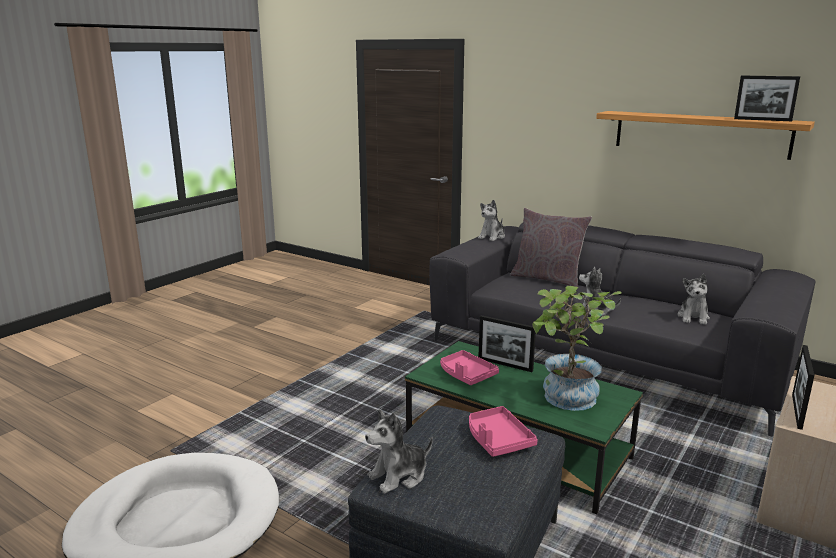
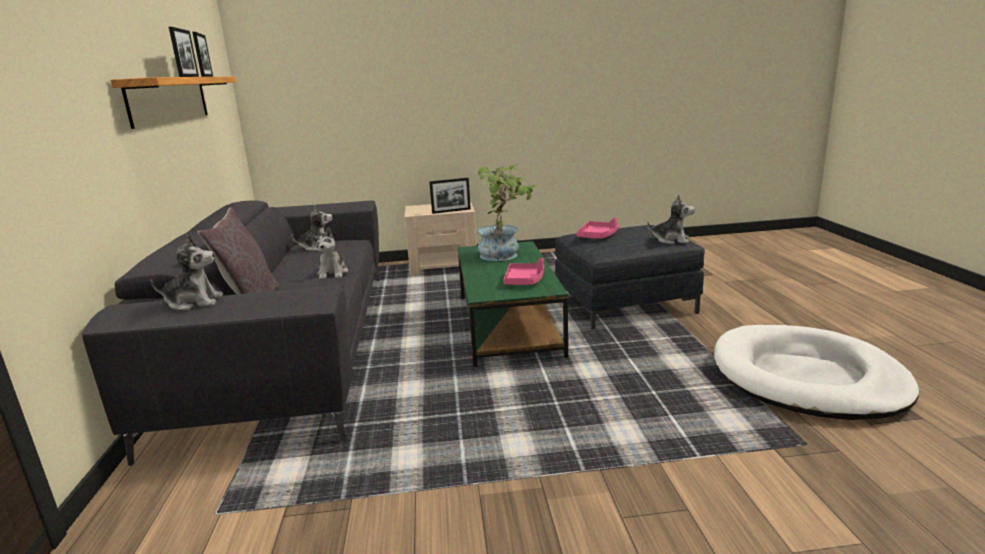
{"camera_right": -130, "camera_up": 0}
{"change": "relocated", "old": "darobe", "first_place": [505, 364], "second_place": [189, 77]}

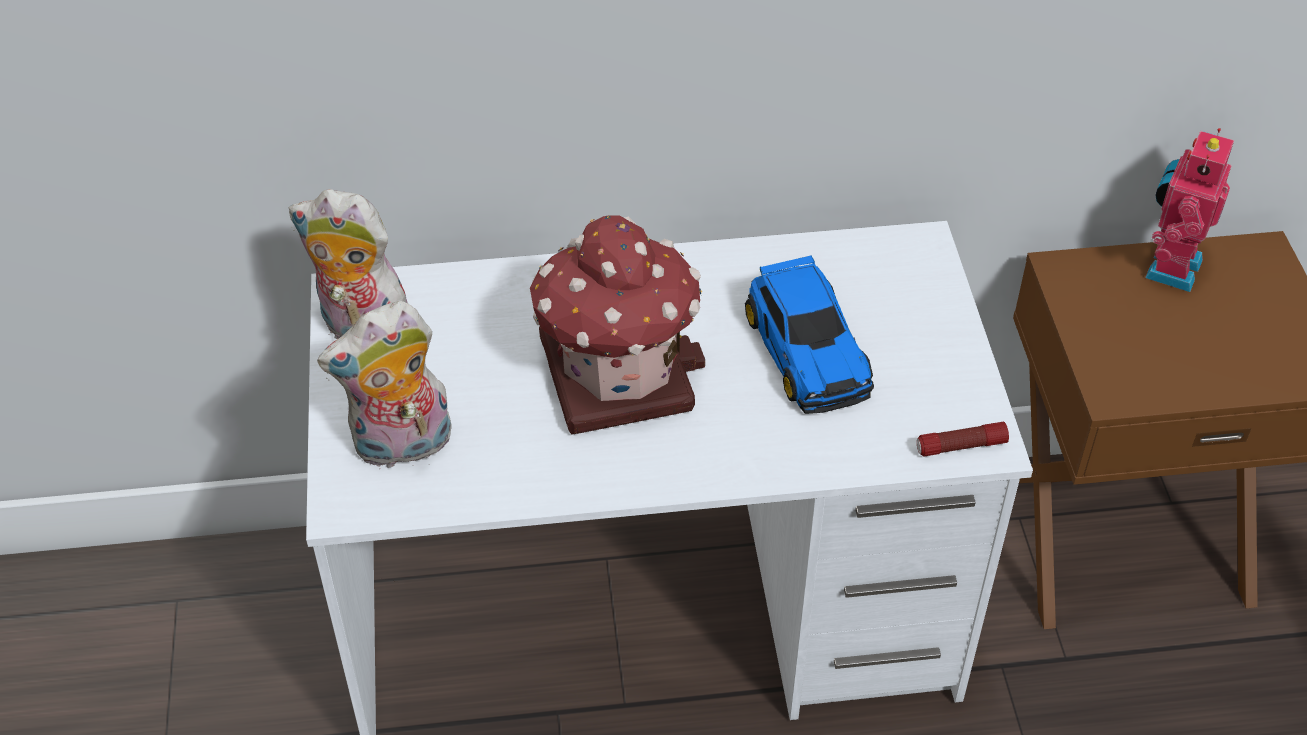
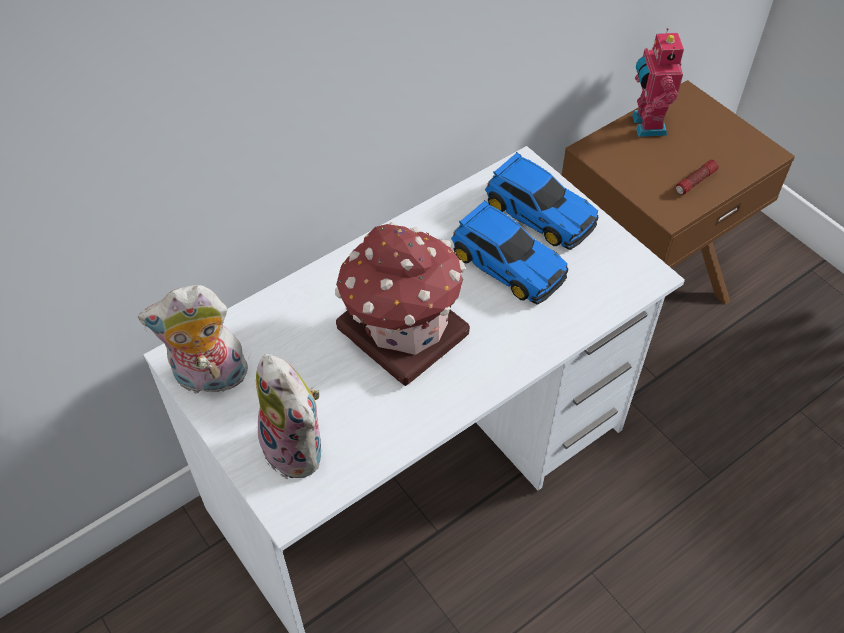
{"camera_right": -30, "camera_up": 5}
{"change": "appeared", "new": "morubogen", "second_place": [538, 212]}
{"change": "relocated", "old": "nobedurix", "first_place": [961, 446], "second_place": [695, 182]}
{"change": "spun", "old": "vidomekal", "first_place": [402, 447], "second_place": [298, 448], "degrees": -75}

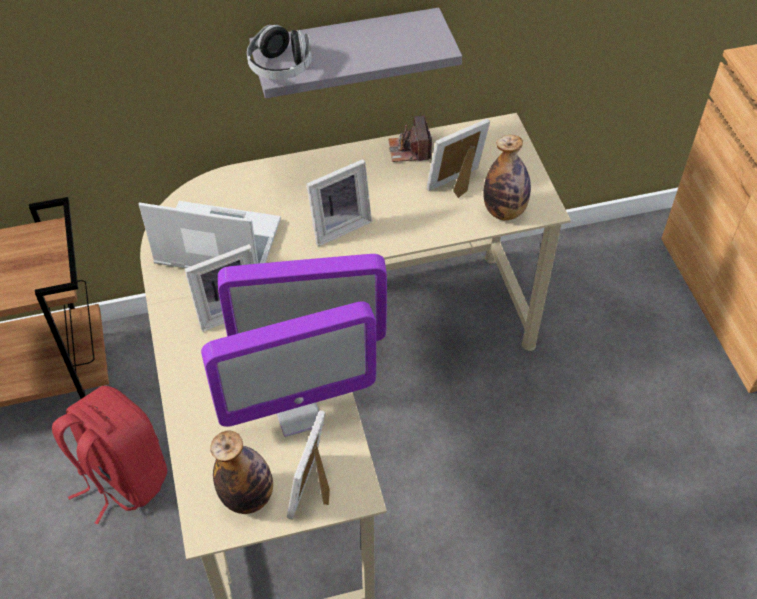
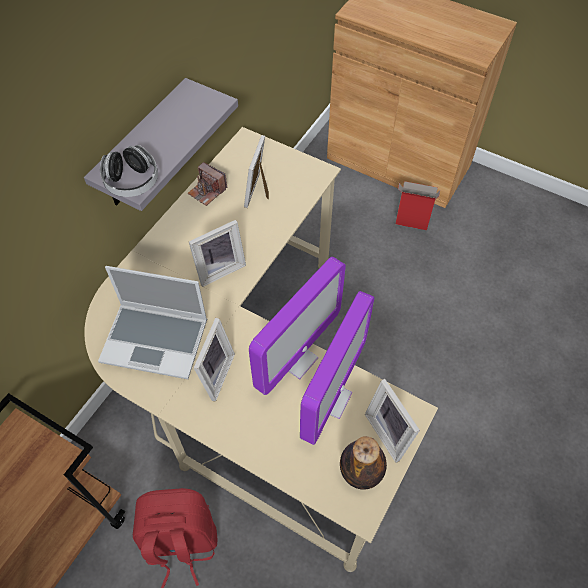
{"camera_right": -45, "camera_up": 5}
{"change": "missing", "old": "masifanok", "first_place": [504, 211]}
{"change": "appeared", "new": "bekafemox", "second_place": [410, 224]}
{"change": "spun", "old": "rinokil", "first_place": [216, 244], "second_place": [156, 340], "degrees": -135}
{"change": "spun", "old": "darobe", "first_place": [338, 225], "second_place": [219, 268], "degrees": 45}

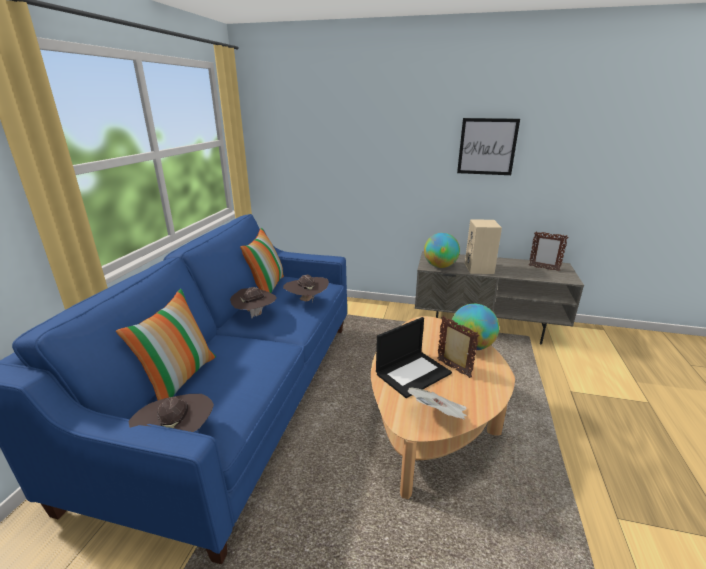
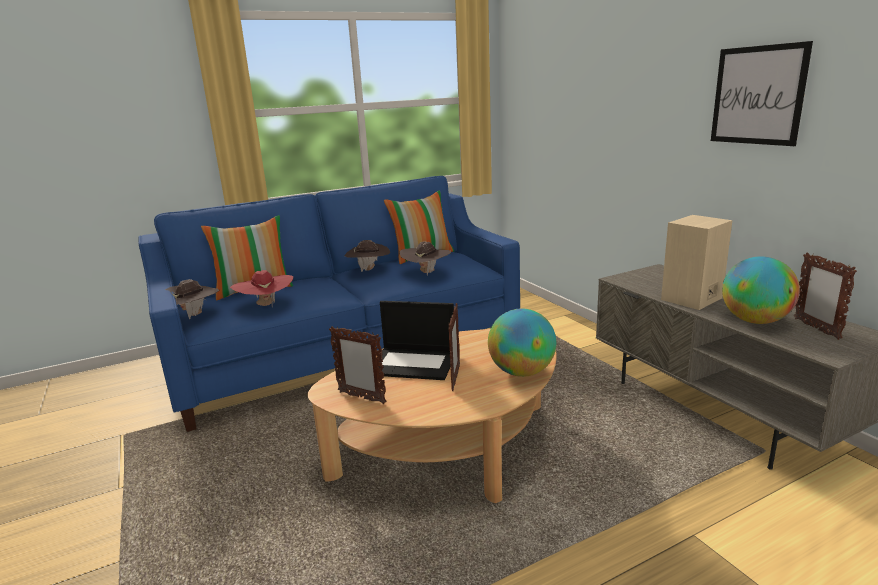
{"camera_right": 50, "camera_up": -5}
{"change": "appeared", "new": "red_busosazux", "second_place": [266, 305]}
{"change": "relocated", "old": "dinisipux", "first_place": [440, 266], "second_place": [755, 321]}
{"change": "exchanged", "old": "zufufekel", "new": "darobe", "first_place": [438, 415], "second_place": [361, 397]}

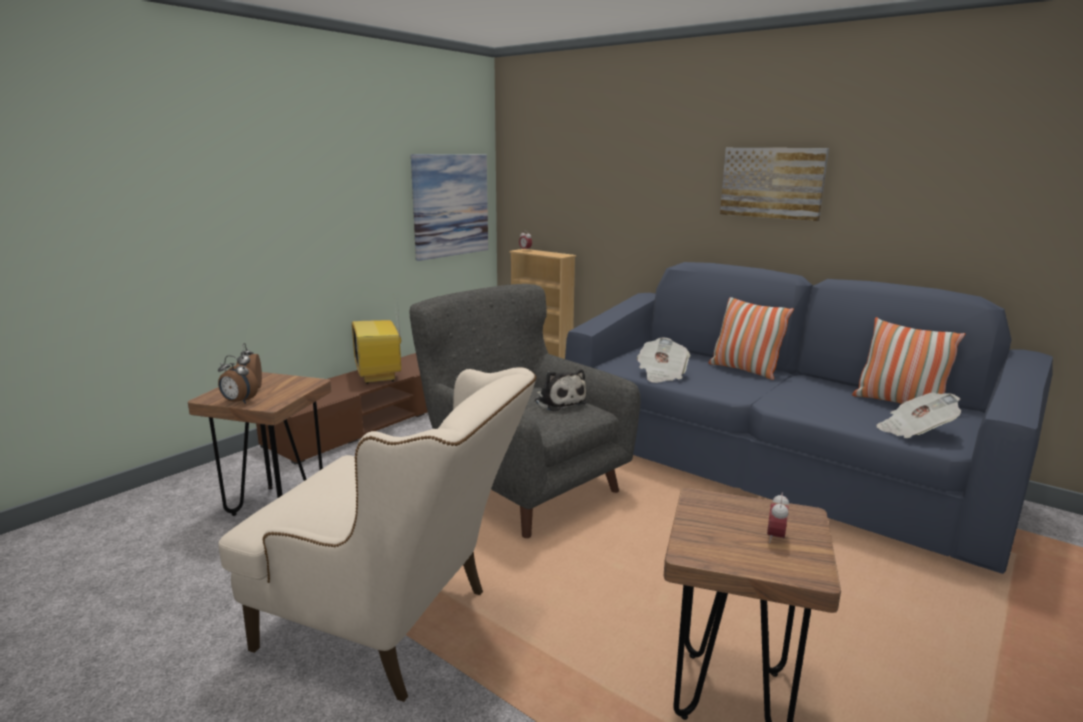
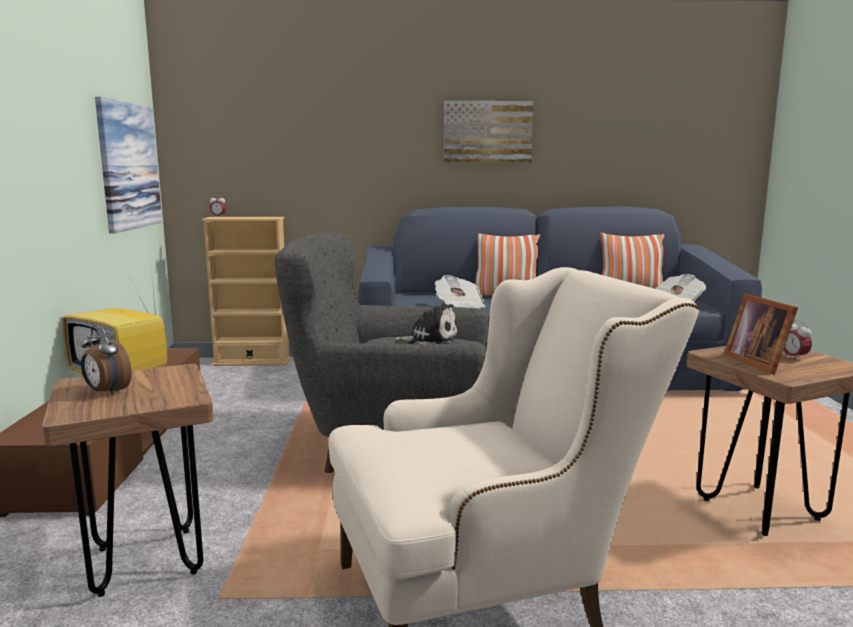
{"camera_right": -40, "camera_up": -5}
{"change": "missing", "old": "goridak", "first_place": [238, 402]}
{"change": "appeared", "new": "darobe", "second_place": [758, 363]}

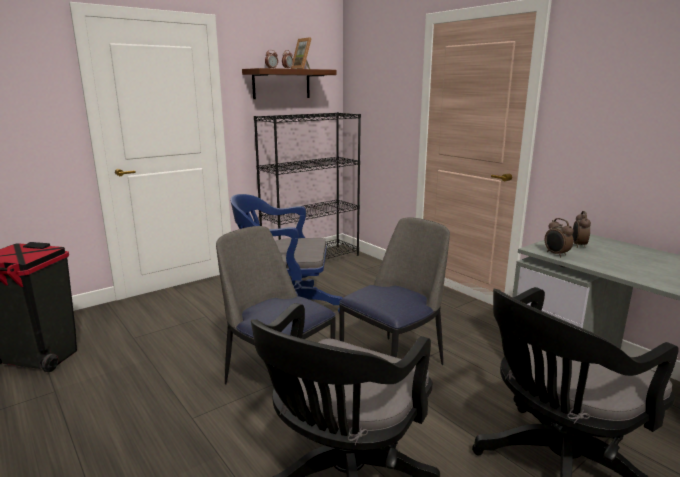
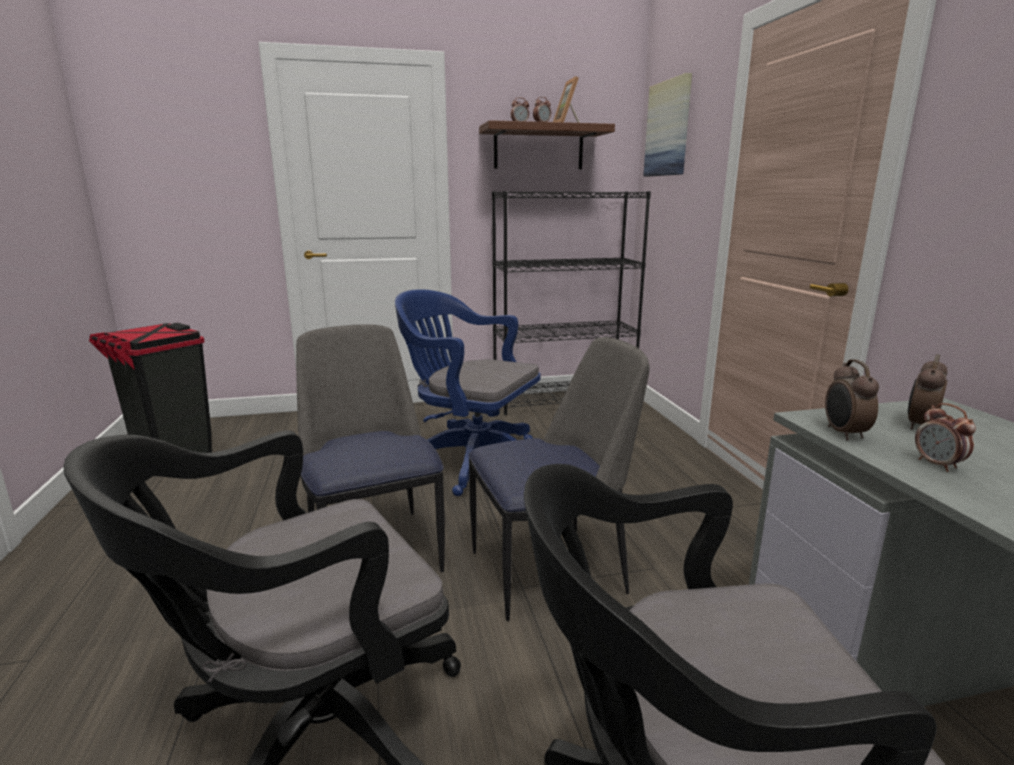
{"camera_right": 25, "camera_up": 0}
{"change": "appeared", "new": "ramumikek", "second_place": [668, 129]}
{"change": "appeared", "new": "goridak", "second_place": [938, 465]}

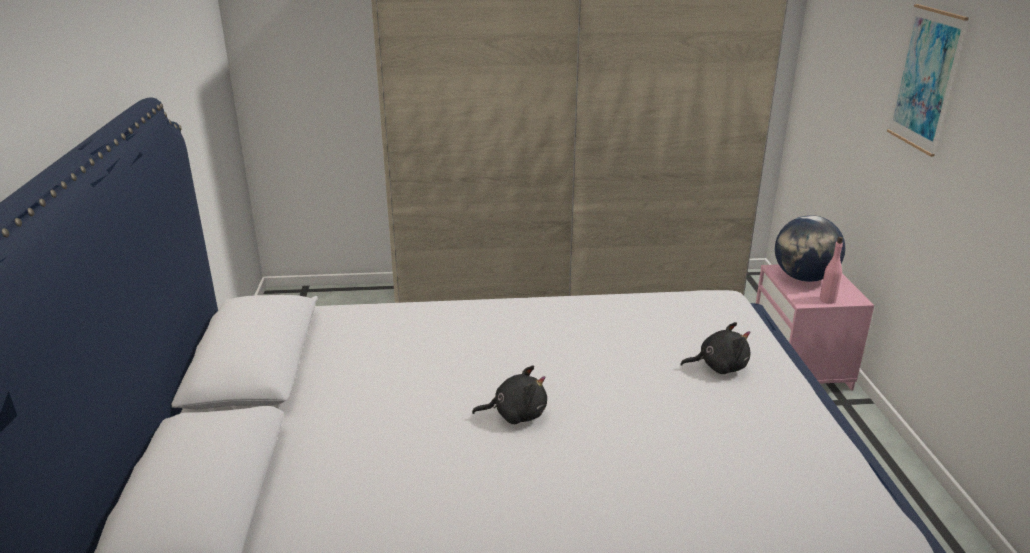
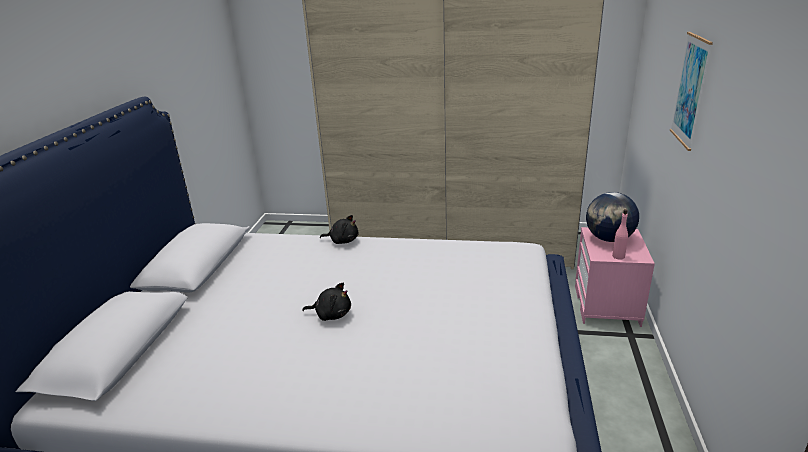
{"camera_right": 15, "camera_up": 0}
{"change": "relocated", "old": "black_vidomekal", "first_place": [719, 366], "second_place": [342, 241]}

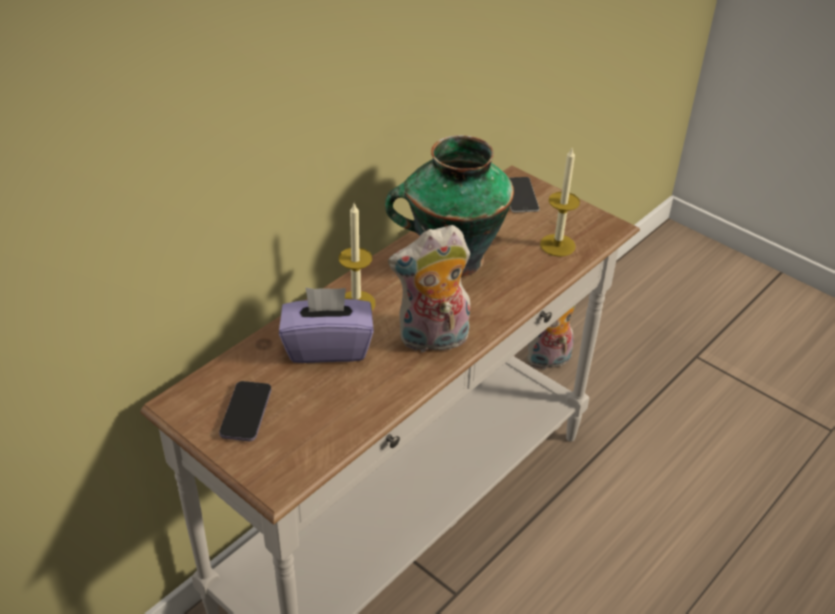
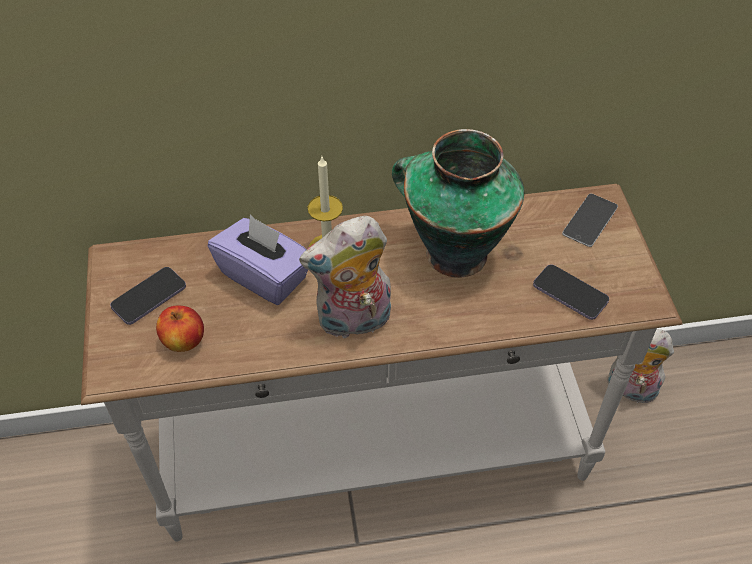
{"camera_right": 40, "camera_up": 10}
{"change": "appeared", "new": "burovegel", "second_place": [184, 341]}
{"change": "exchanged", "old": "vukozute", "new": "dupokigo", "first_place": [557, 245], "second_place": [570, 293]}
{"change": "spun", "old": "vidomekal", "first_place": [432, 340], "second_place": [353, 322], "degrees": -45}

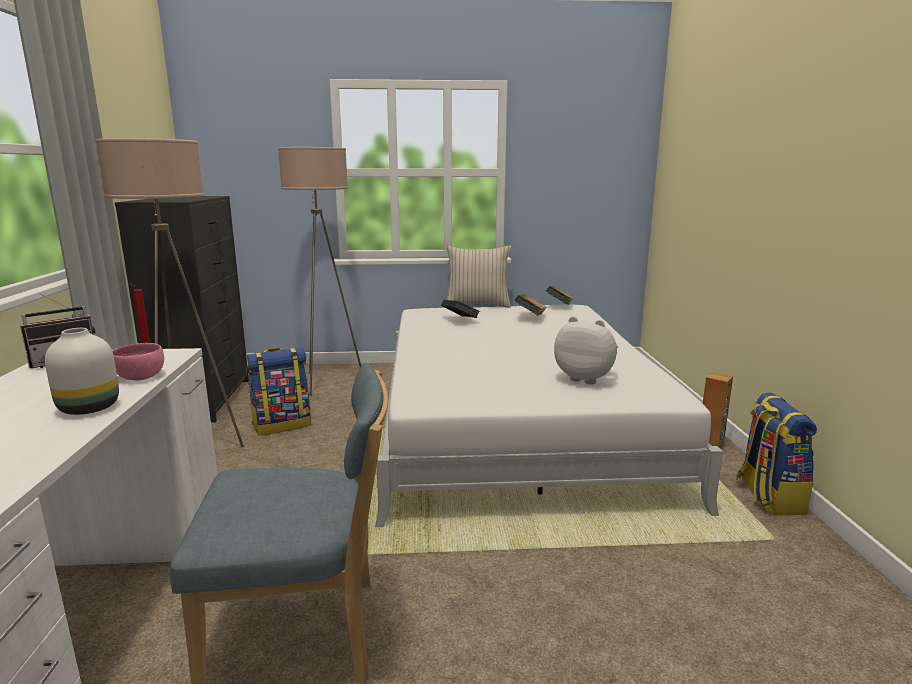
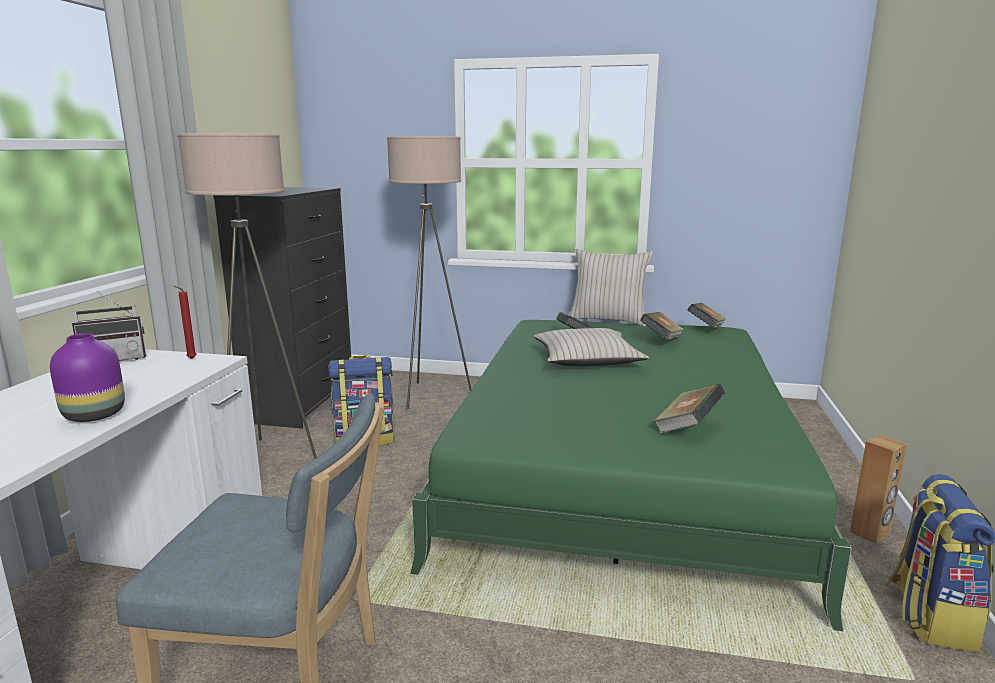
{"camera_right": 15, "camera_up": 0}
{"change": "missing", "old": "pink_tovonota", "first_place": [141, 377]}
{"change": "appeared", "new": "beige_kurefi", "second_place": [586, 359]}
{"change": "exchanged", "old": "vidomekal", "new": "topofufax", "first_place": [585, 378], "second_place": [687, 428]}
{"change": "colour", "old": "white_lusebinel", "new": "purple_lusebinel", "first_place": [87, 408], "second_place": [92, 415]}
{"change": "colour", "old": "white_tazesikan", "new": "green_tazesikan", "first_place": [514, 424], "second_place": [620, 469]}

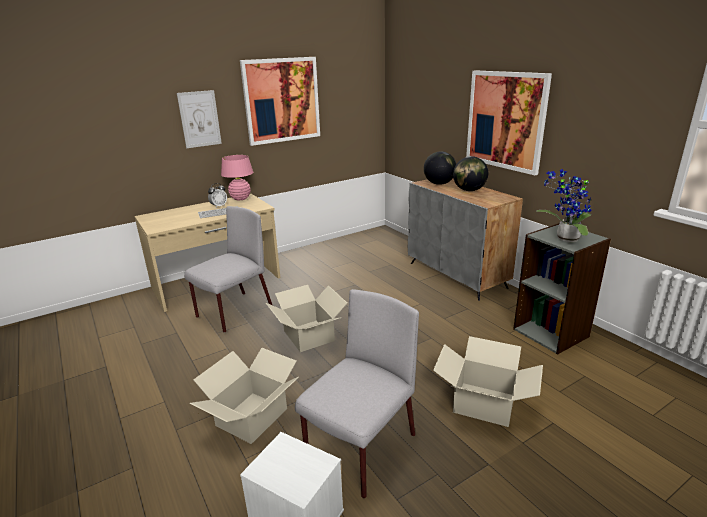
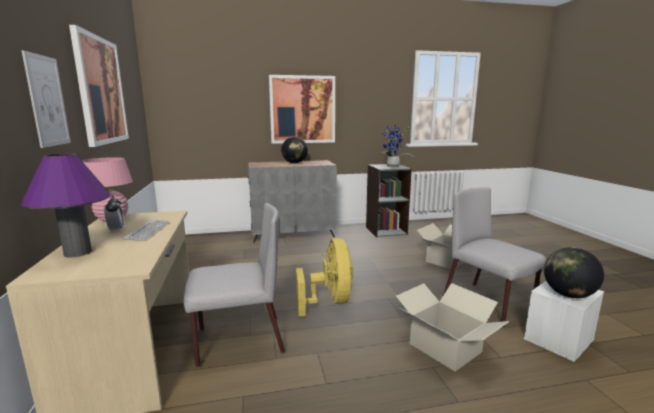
{"camera_right": -70, "camera_up": -10}
{"change": "appeared", "new": "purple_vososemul", "second_place": [78, 252]}
{"change": "relocated", "old": "dinisipux", "first_place": [439, 183], "second_place": [568, 295]}
{"change": "exchanged", "old": "bekafemox", "new": "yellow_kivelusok", "first_place": [309, 335], "second_place": [330, 301]}
{"change": "spun", "old": "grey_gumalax", "first_place": [233, 312], "second_place": [238, 341], "degrees": 105}

